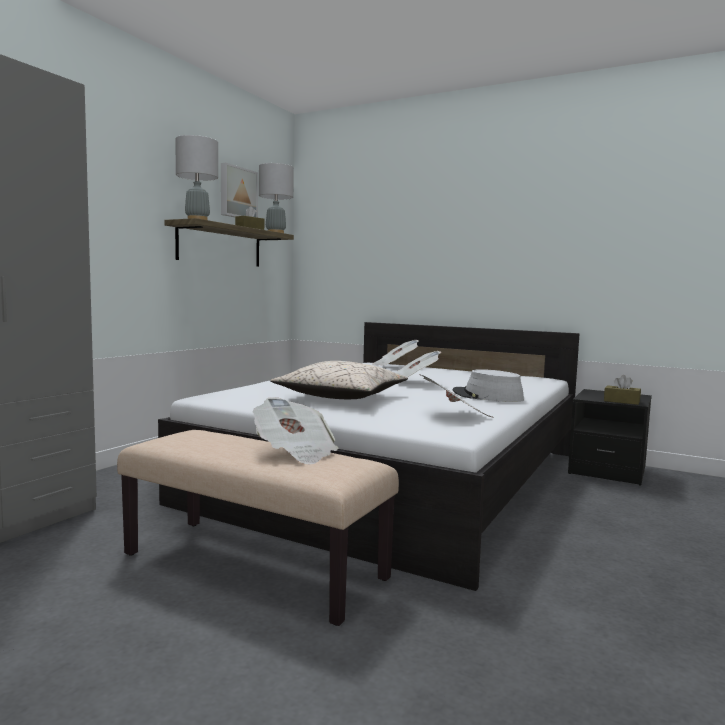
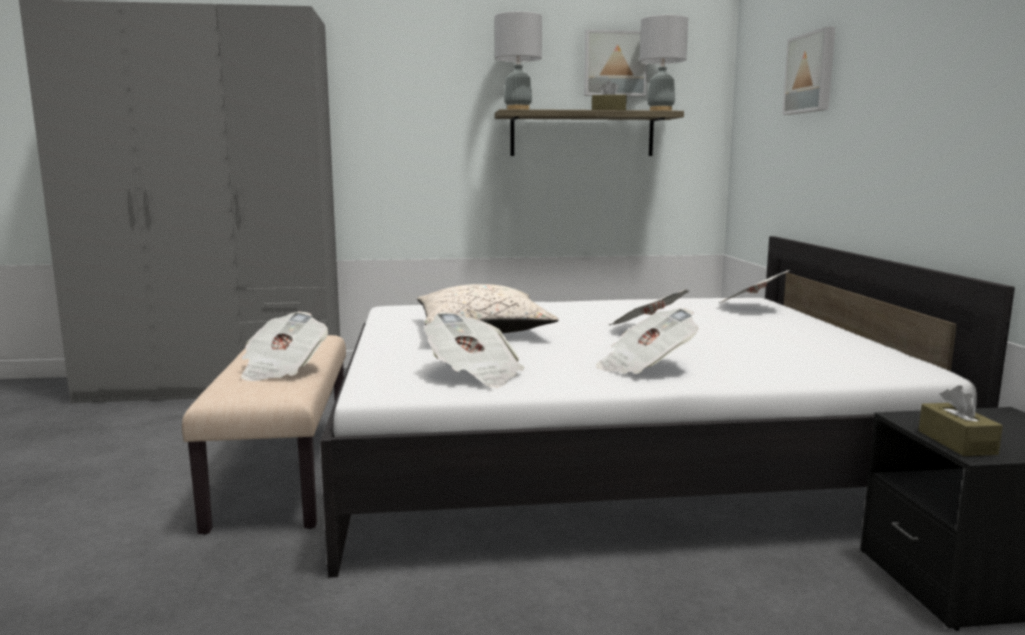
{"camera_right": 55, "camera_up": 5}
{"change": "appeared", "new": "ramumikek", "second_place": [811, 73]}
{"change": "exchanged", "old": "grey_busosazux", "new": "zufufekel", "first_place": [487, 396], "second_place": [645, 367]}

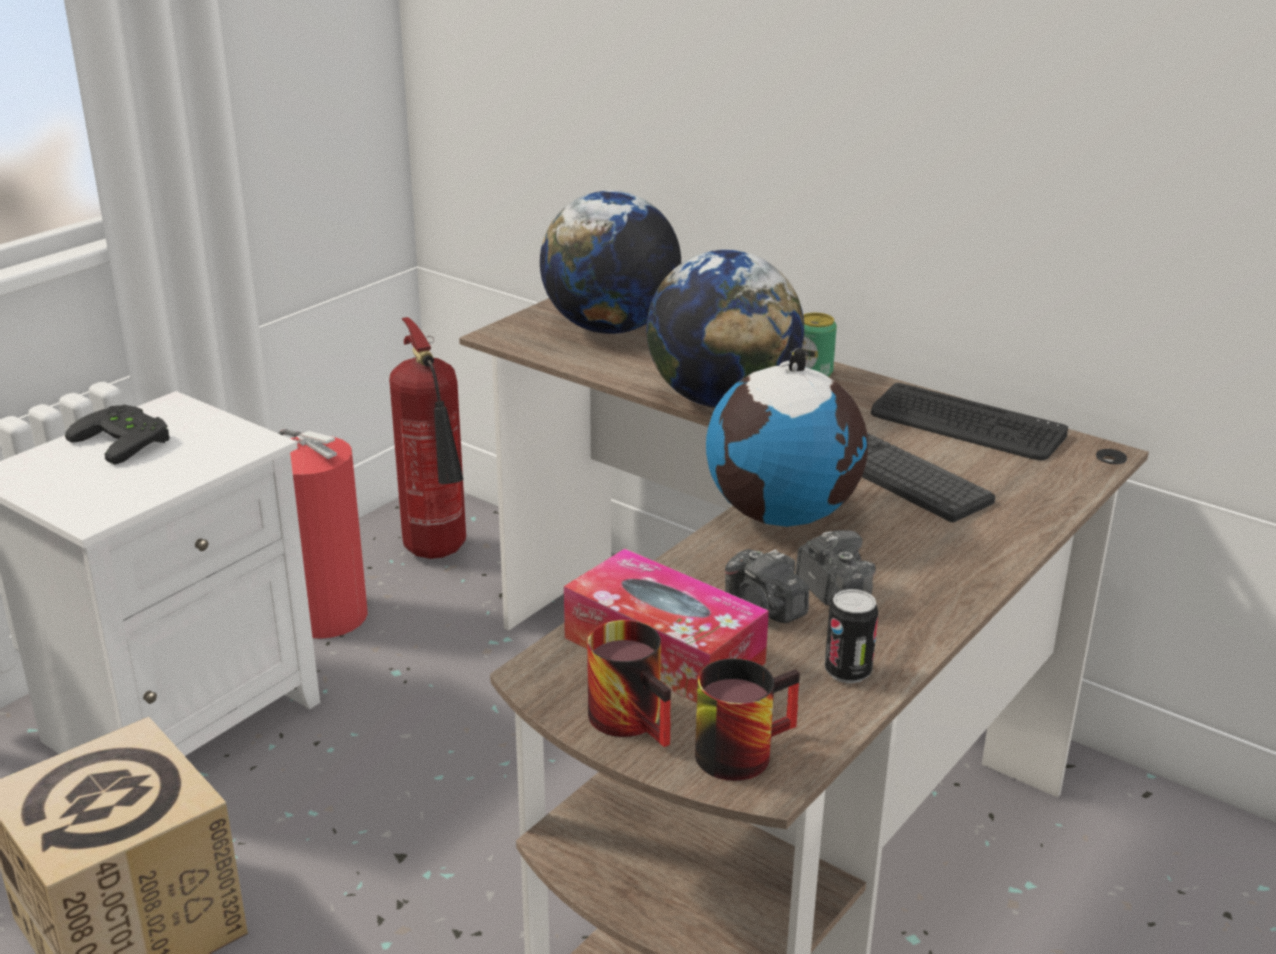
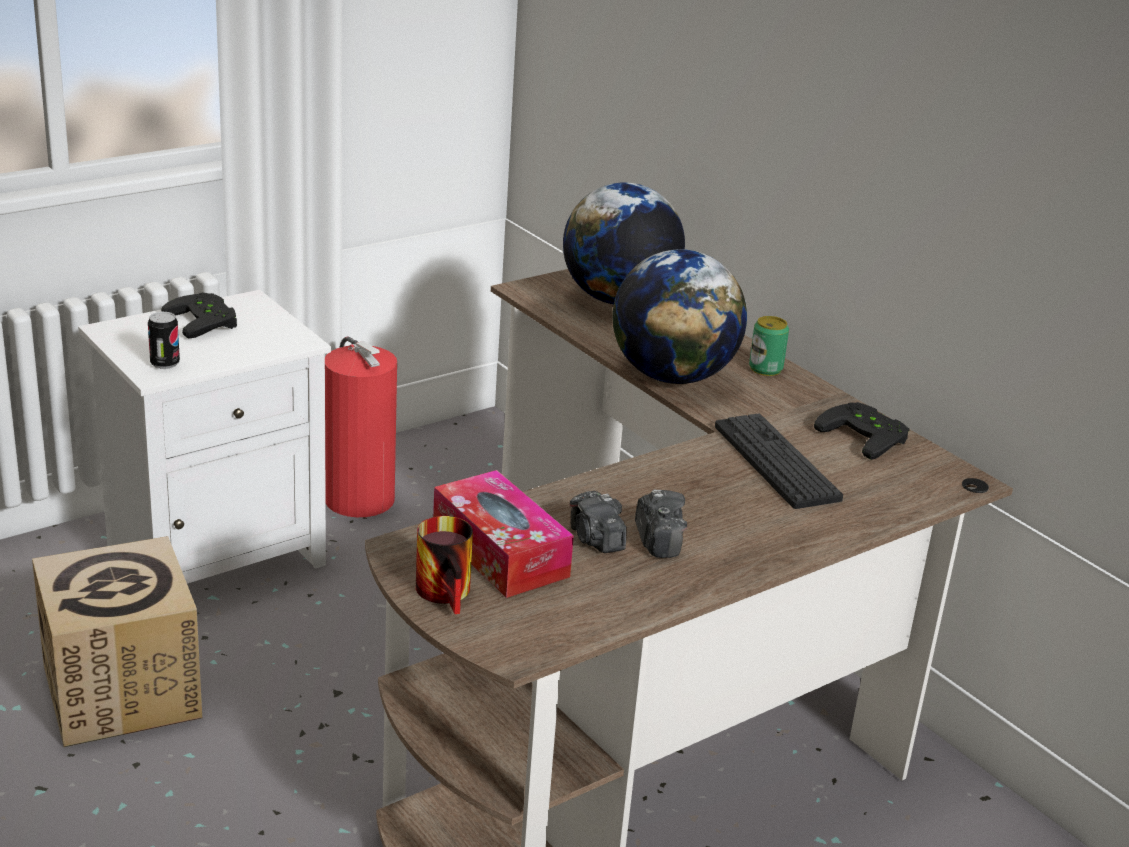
{"camera_right": 15, "camera_up": 0}
{"change": "missing", "old": "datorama", "first_place": [439, 554]}
{"change": "missing", "old": "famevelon", "first_place": [740, 747]}
{"change": "missing", "old": "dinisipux", "first_place": [784, 515]}
{"change": "relocated", "old": "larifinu", "first_place": [847, 671], "second_place": [165, 364]}
{"change": "exchanged", "old": "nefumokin", "new": "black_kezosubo", "first_place": [966, 425], "second_place": [867, 435]}

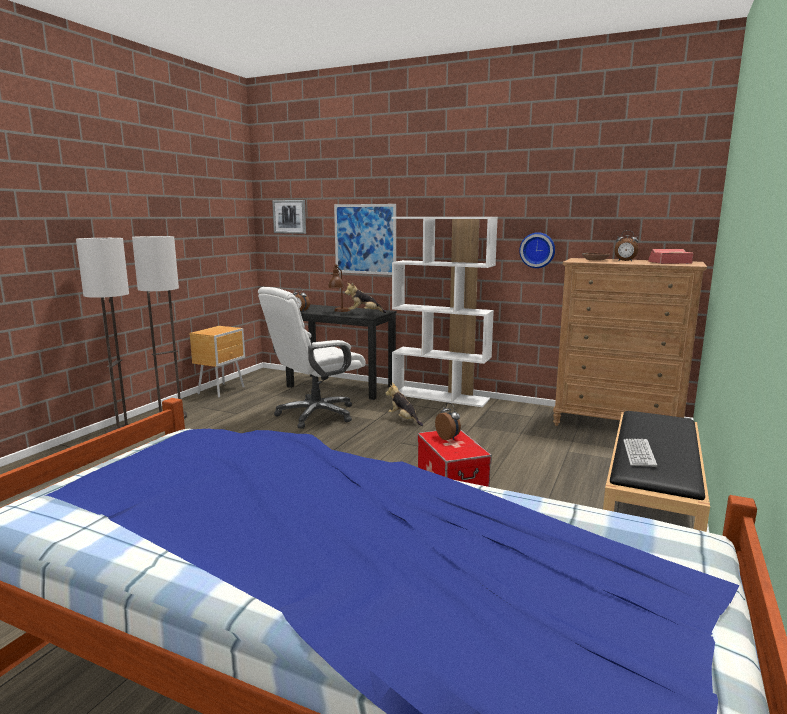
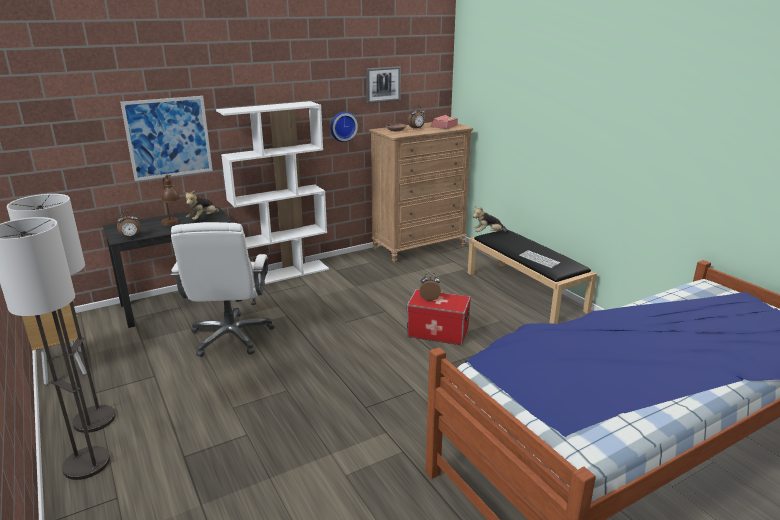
{"camera_right": -55, "camera_up": 10}
{"change": "relocated", "old": "ramumikek", "first_place": [289, 216], "second_place": [383, 84]}
{"change": "relocated", "old": "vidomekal", "first_place": [404, 420], "second_place": [488, 233]}

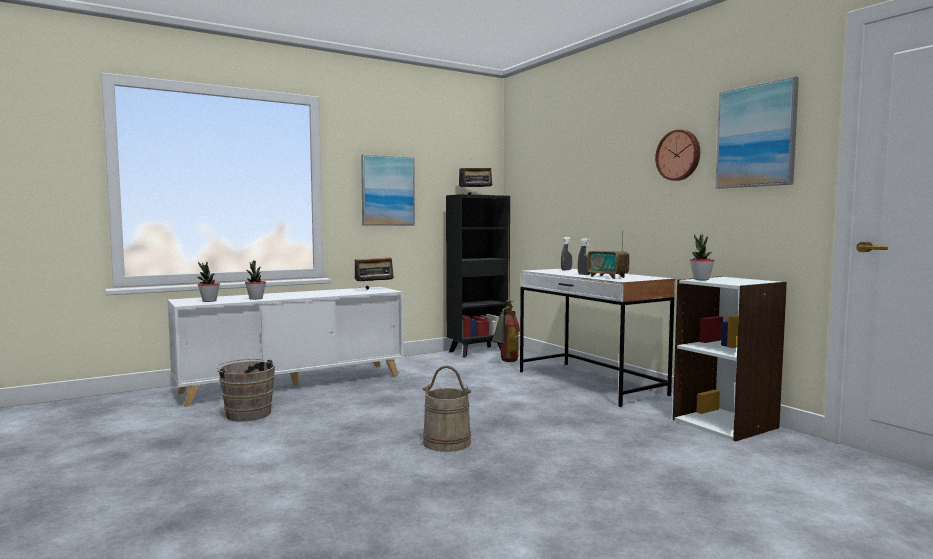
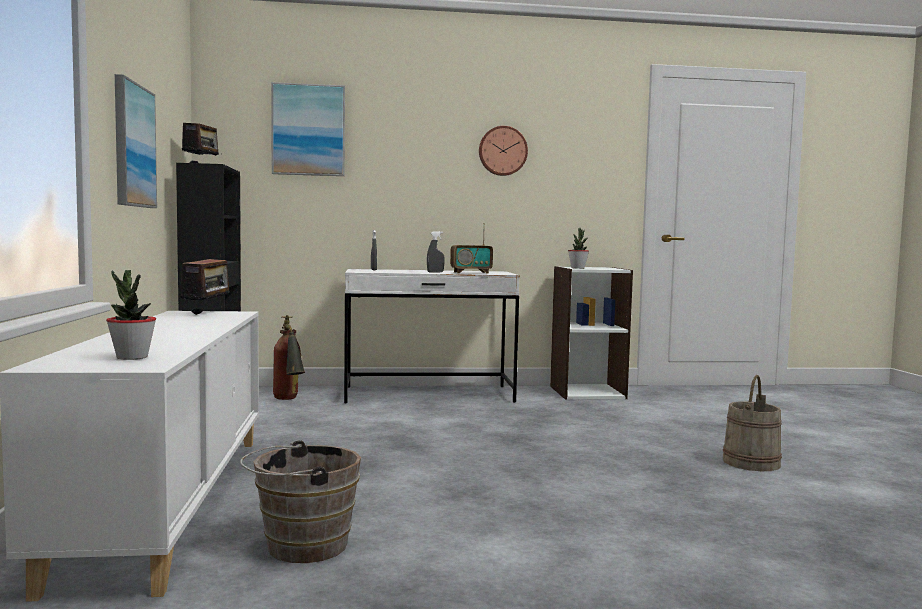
{"camera_right": -65, "camera_up": 0}
{"change": "missing", "old": "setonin", "first_place": [256, 298]}
{"change": "relocated", "old": "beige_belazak", "first_place": [446, 442], "second_place": [751, 462]}
{"change": "relocated", "old": "ramumikek", "first_place": [756, 136], "second_place": [308, 130]}

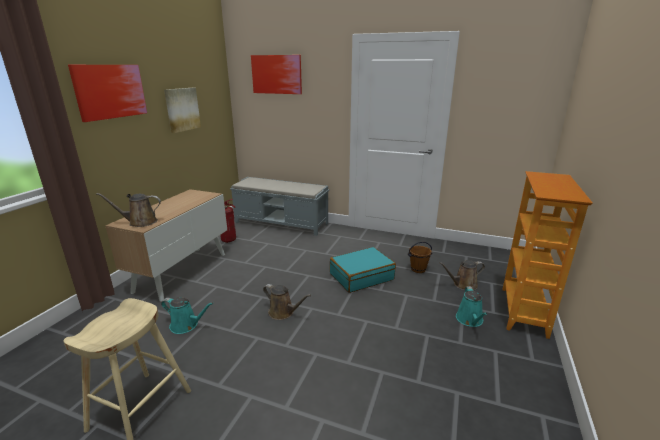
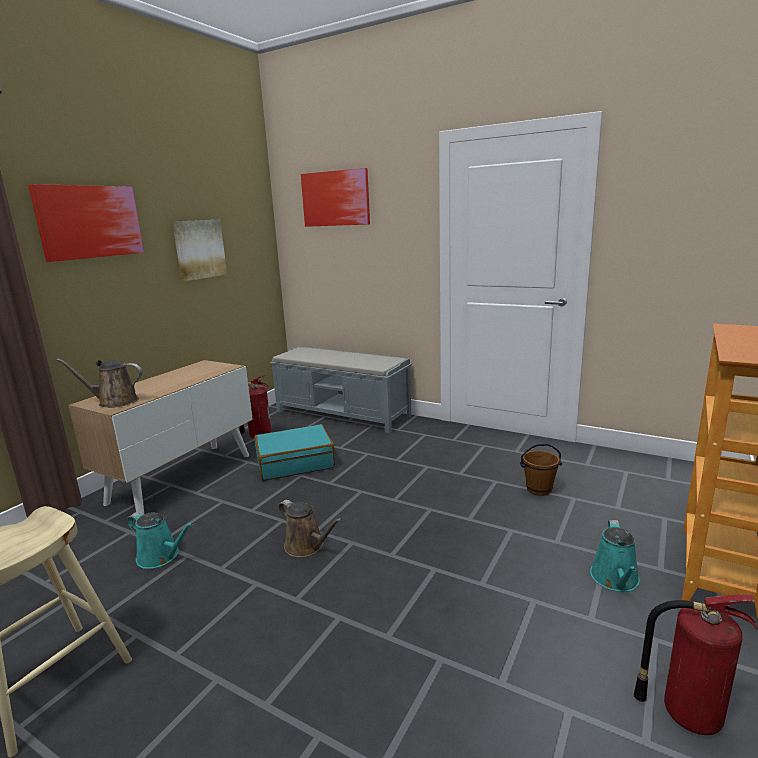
{"camera_right": 10, "camera_up": -5}
{"change": "missing", "old": "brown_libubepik", "first_place": [463, 285]}
{"change": "appeared", "new": "datorama", "second_place": [686, 713]}
{"change": "relocated", "old": "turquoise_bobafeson", "first_place": [361, 276], "second_place": [295, 462]}

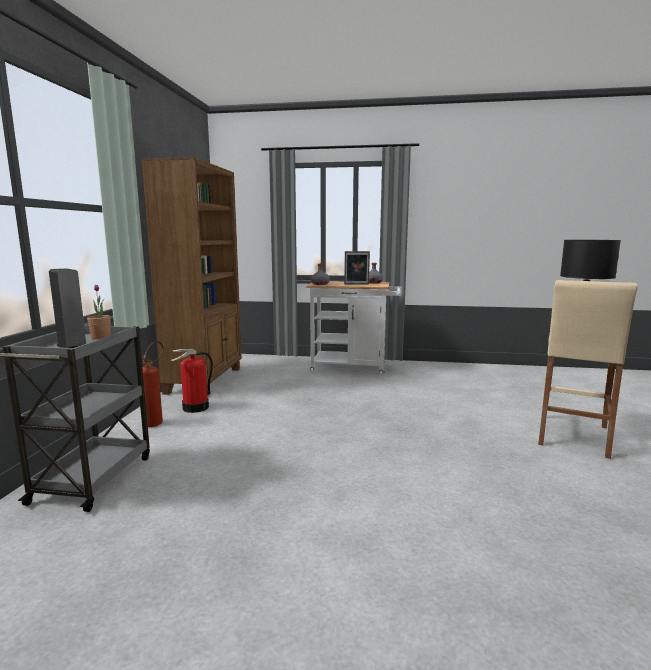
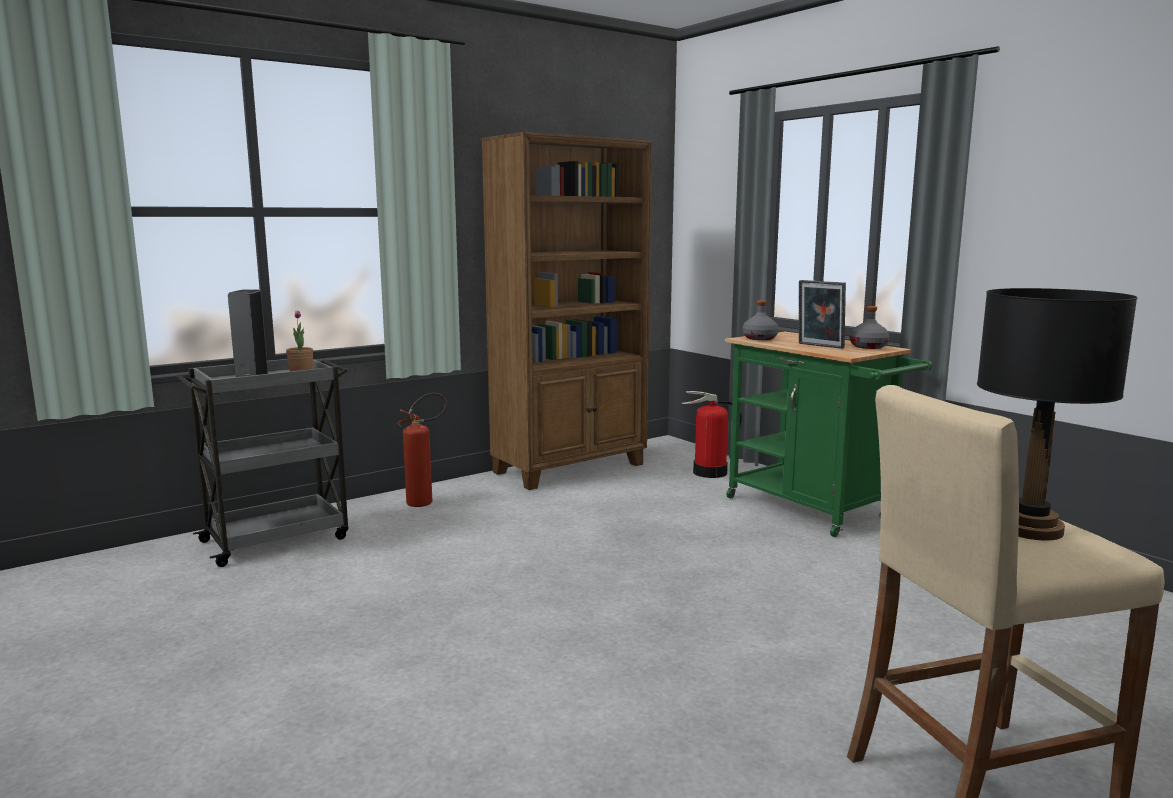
{"camera_right": 45, "camera_up": 0}
{"change": "relocated", "old": "datorama", "first_place": [195, 408], "second_place": [709, 472]}
{"change": "colour", "old": "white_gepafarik", "new": "green_gepafarik", "first_place": [354, 368], "second_place": [814, 510]}

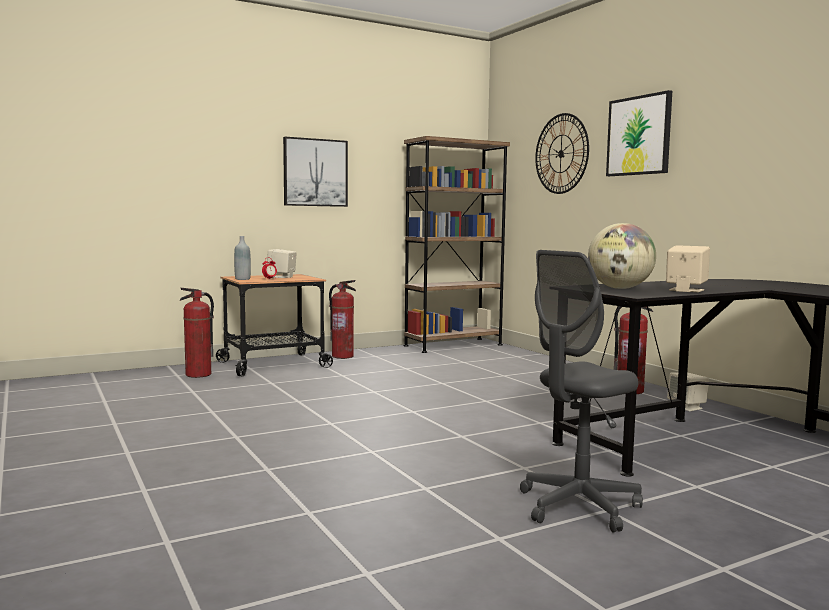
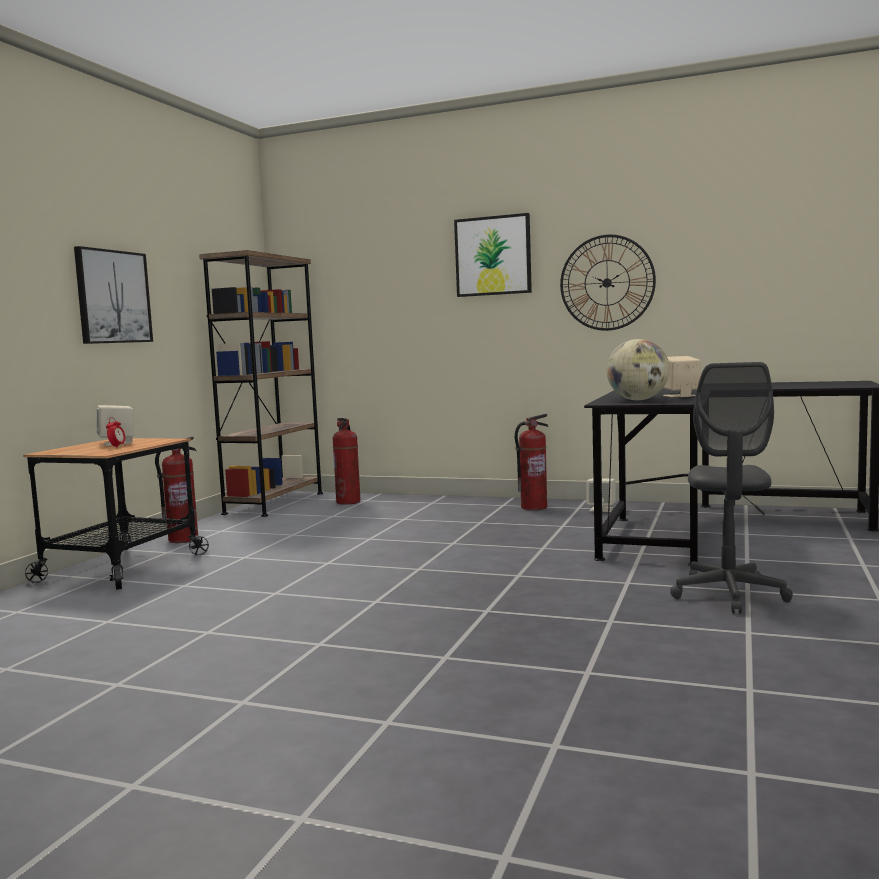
{"camera_right": -40, "camera_up": 0}
{"change": "missing", "old": "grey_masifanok", "first_place": [242, 279]}
{"change": "relocated", "old": "datorama", "first_place": [198, 374], "second_place": [348, 502]}
{"change": "relocated", "old": "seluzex", "first_place": [561, 153], "second_place": [607, 283]}

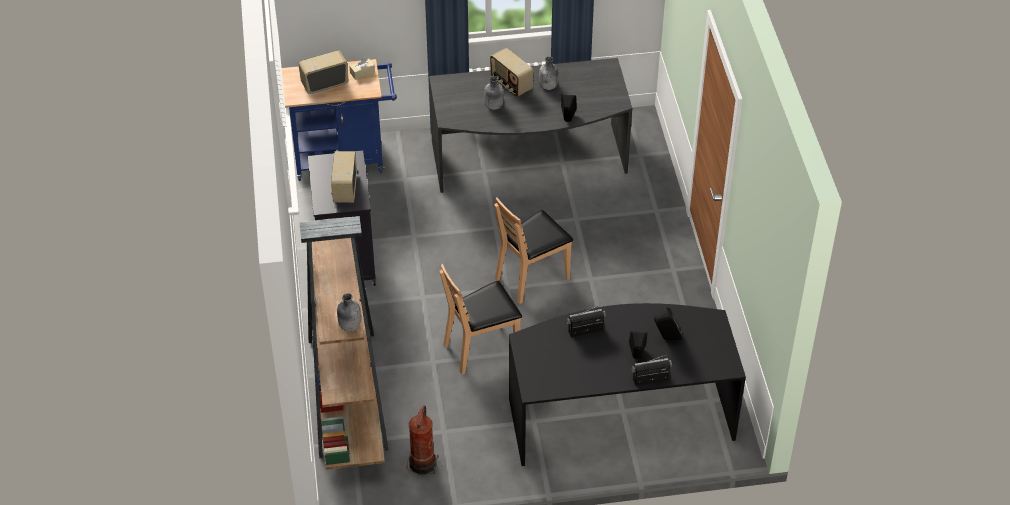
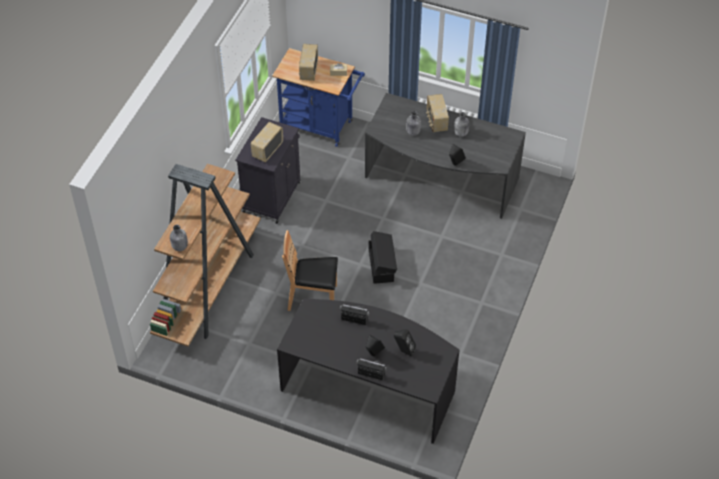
{"camera_right": 30, "camera_up": 5}
{"change": "missing", "old": "datorama", "first_place": [423, 462]}
{"change": "exchanged", "old": "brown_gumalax", "new": "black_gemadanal", "first_place": [532, 277], "second_place": [381, 264]}
{"change": "spun", "old": "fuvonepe", "first_place": [324, 84], "second_place": [308, 70], "degrees": -90}

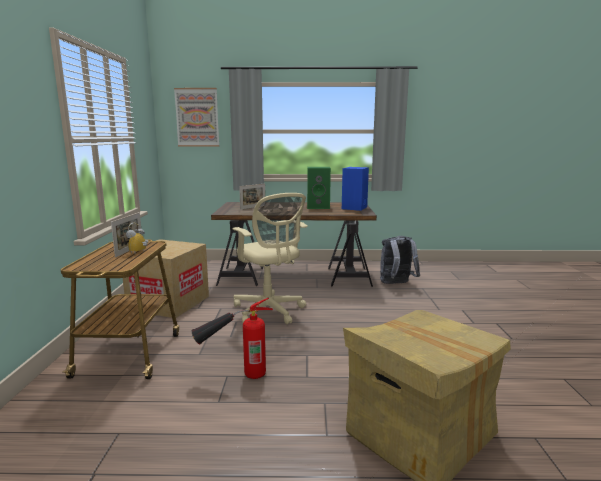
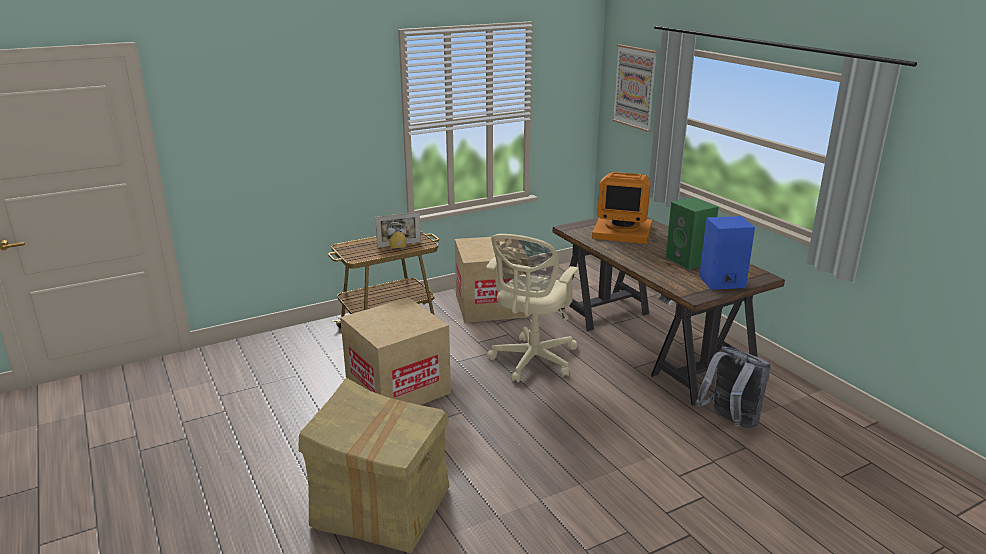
{"camera_right": 60, "camera_up": 10}
{"change": "exchanged", "old": "datorama", "new": "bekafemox", "first_place": [234, 374], "second_place": [398, 388]}
{"change": "exchanged", "old": "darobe", "new": "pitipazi", "first_place": [253, 207], "second_place": [622, 231]}

